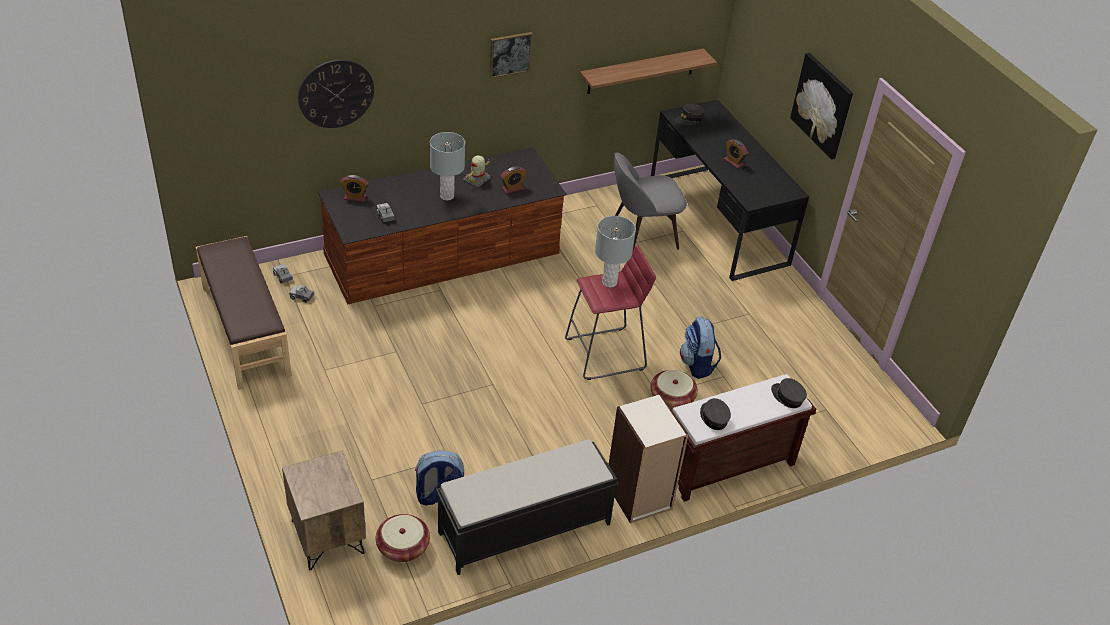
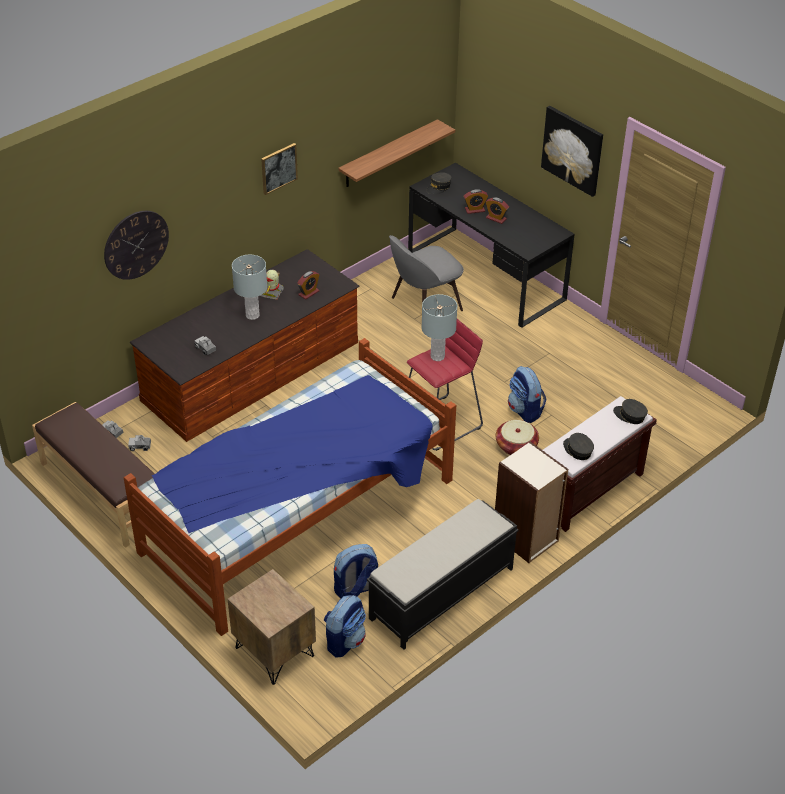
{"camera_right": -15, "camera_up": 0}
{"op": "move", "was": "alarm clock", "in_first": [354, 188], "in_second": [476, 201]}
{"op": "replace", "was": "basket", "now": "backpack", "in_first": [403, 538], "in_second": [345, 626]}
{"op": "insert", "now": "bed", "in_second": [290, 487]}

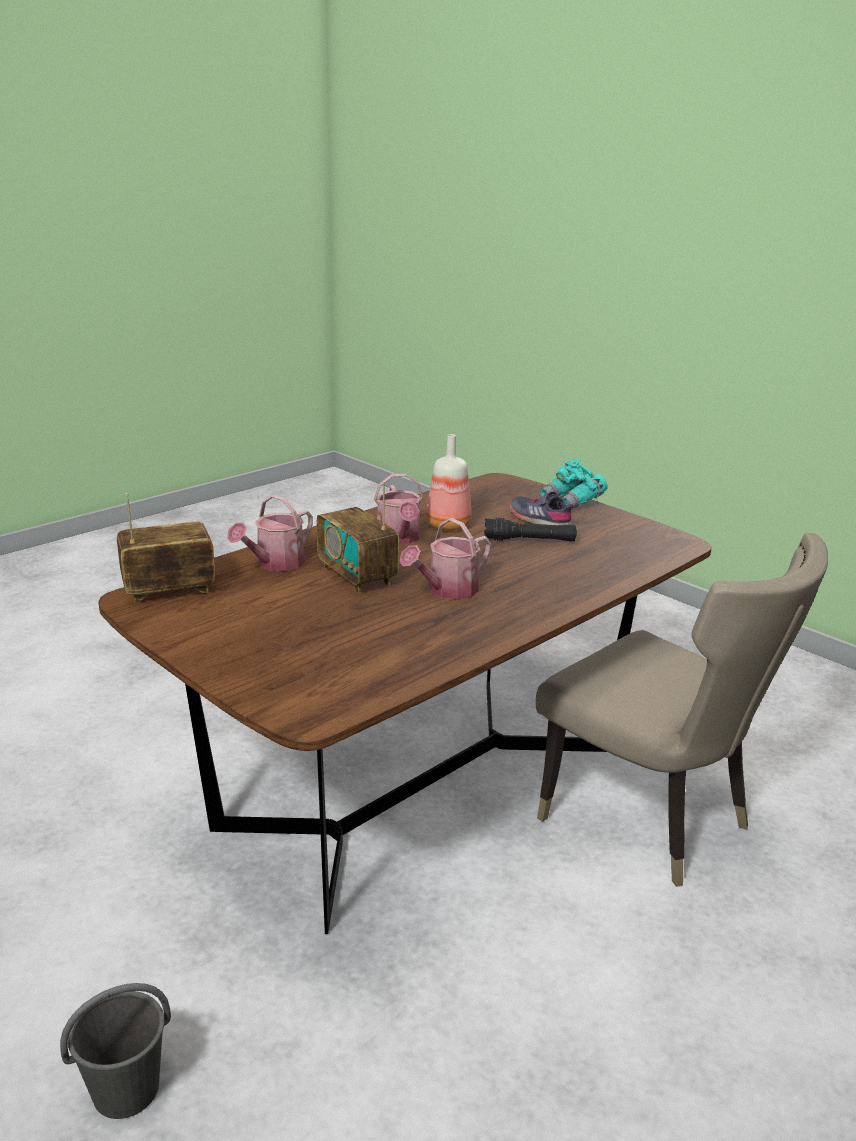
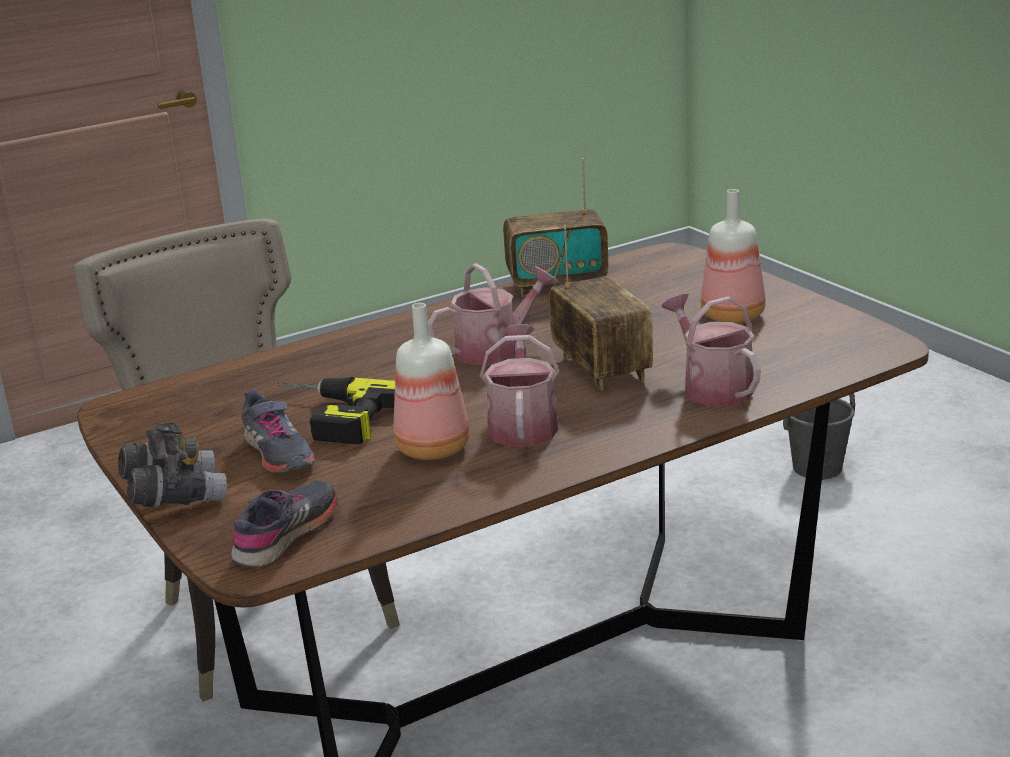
{"camera_right": -165, "camera_up": 0}
{"op": "move", "was": "radio", "in_first": [166, 548], "in_second": [556, 227]}
{"op": "rotate", "was": "watering can", "in_first": [270, 532], "in_second": [711, 350], "clockwise": -75}
{"op": "replace", "was": "black flashlight", "now": "power drill", "in_first": [530, 530], "in_second": [336, 410]}
{"op": "recolor", "was": "turquoise binoculars", "now": "grey binoculars", "in_first": [574, 484], "in_second": [172, 464]}
{"op": "insert", "now": "grey shoe", "in_second": [284, 524]}
{"op": "insert", "now": "bottle", "in_second": [733, 256]}

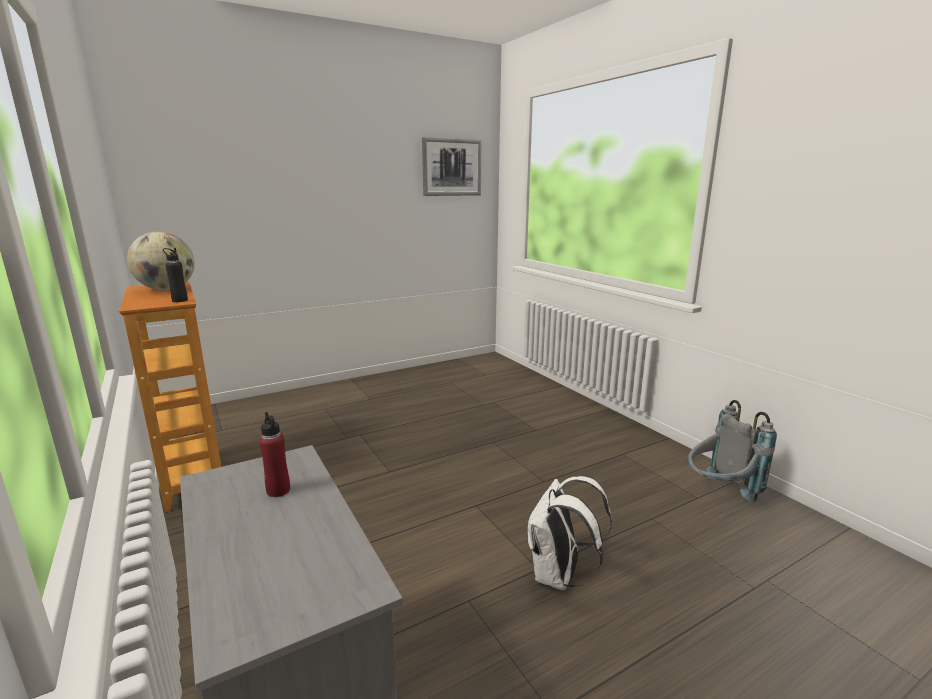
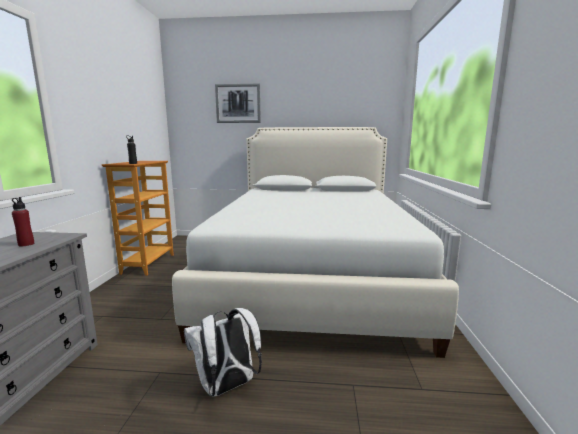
{"camera_right": 35, "camera_up": -5}
{"op": "delete", "was": "globe", "in_first": [161, 261]}
{"op": "move", "was": "picture", "in_first": [451, 166], "in_second": [238, 103]}
{"op": "delete", "was": "grey backpack", "in_first": [732, 451]}
{"op": "insert", "now": "white bed", "in_second": [315, 242]}

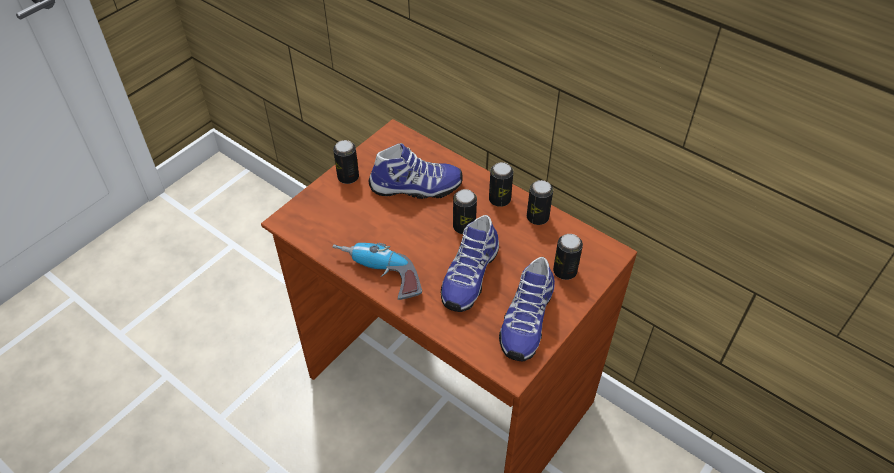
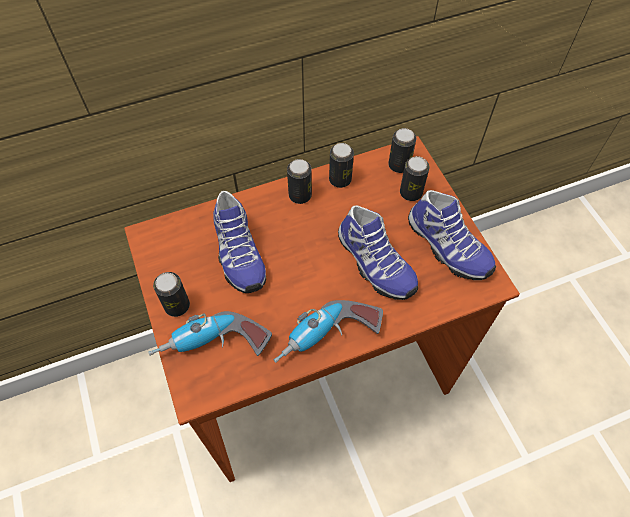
{"camera_right": -60, "camera_up": 10}
{"op": "rotate", "was": "shoe", "in_first": [416, 171], "in_second": [239, 242], "clockwise": 135}
{"op": "move", "was": "can", "in_first": [465, 211], "in_second": [402, 150]}
{"op": "insert", "now": "power drill", "in_second": [210, 333]}

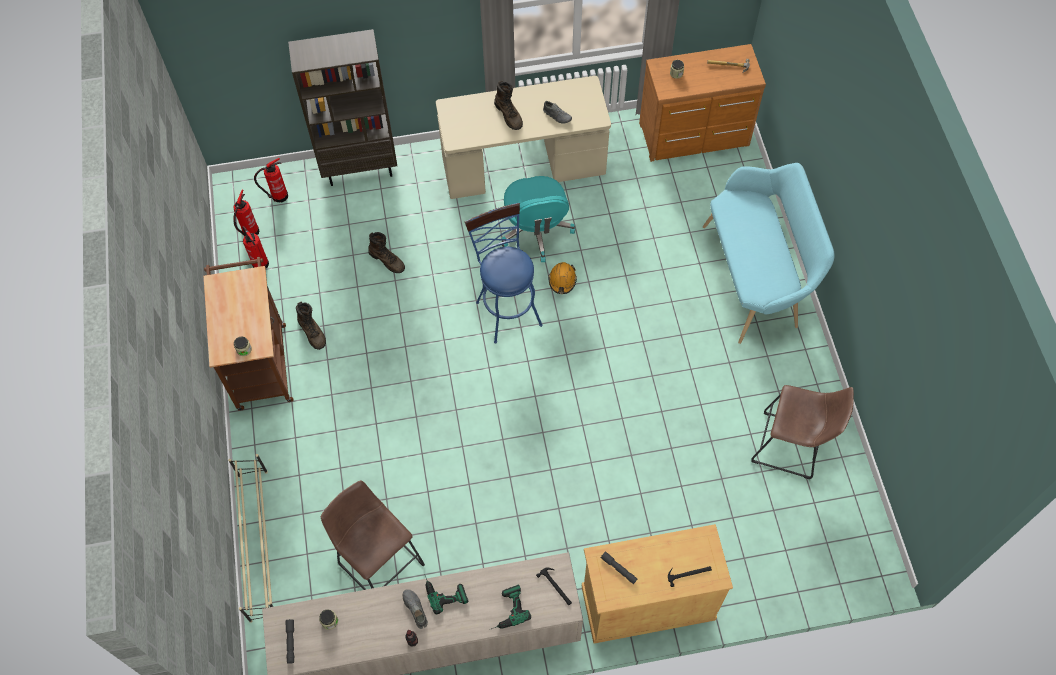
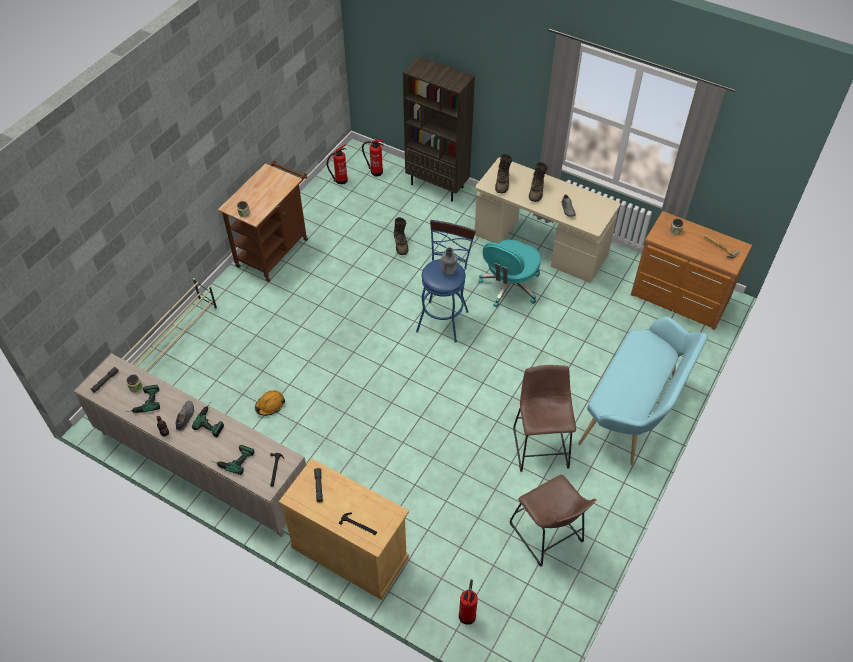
{"camera_right": 40, "camera_up": -10}
{"op": "move", "was": "fire extinguisher", "in_first": [255, 247], "in_second": [468, 601]}
{"op": "move", "was": "brown boot", "in_first": [311, 326], "in_second": [503, 173]}
{"op": "move", "was": "brown stool", "in_first": [373, 535], "in_second": [544, 418]}
{"op": "move", "was": "orange hard hat", "in_first": [563, 278], "in_second": [270, 403]}
{"op": "insert", "now": "power drill", "in_second": [143, 399]}
{"op": "insert", "now": "grey bottle", "in_second": [449, 261]}

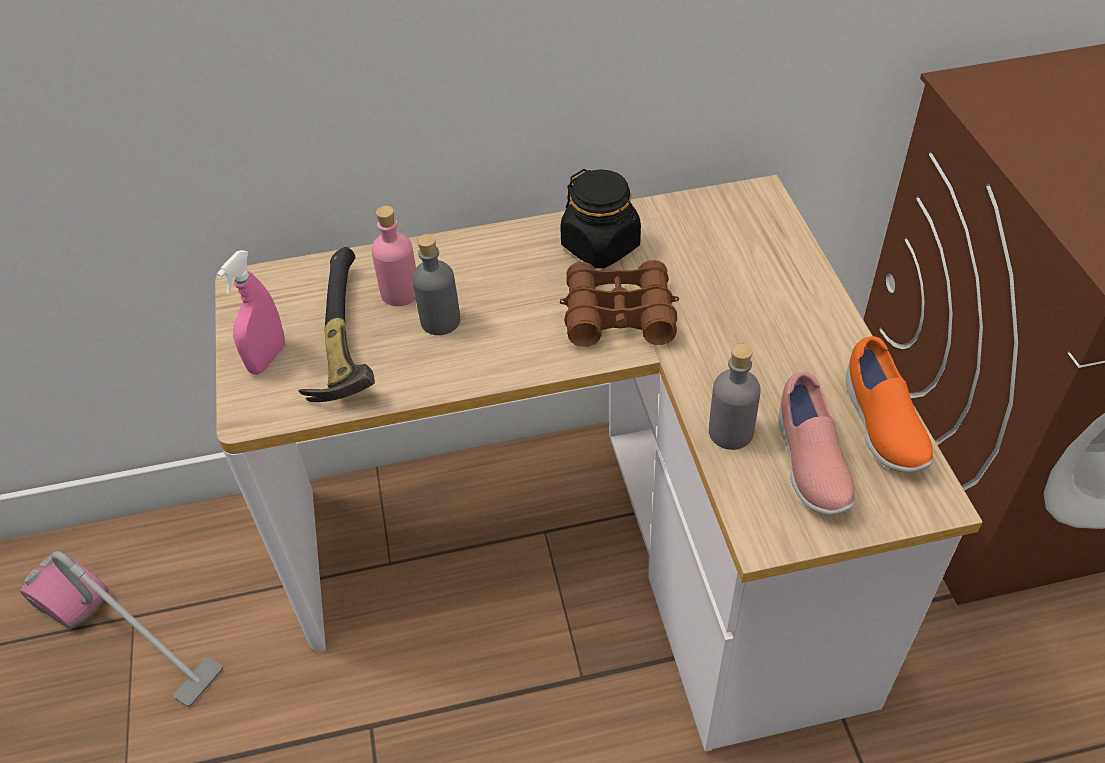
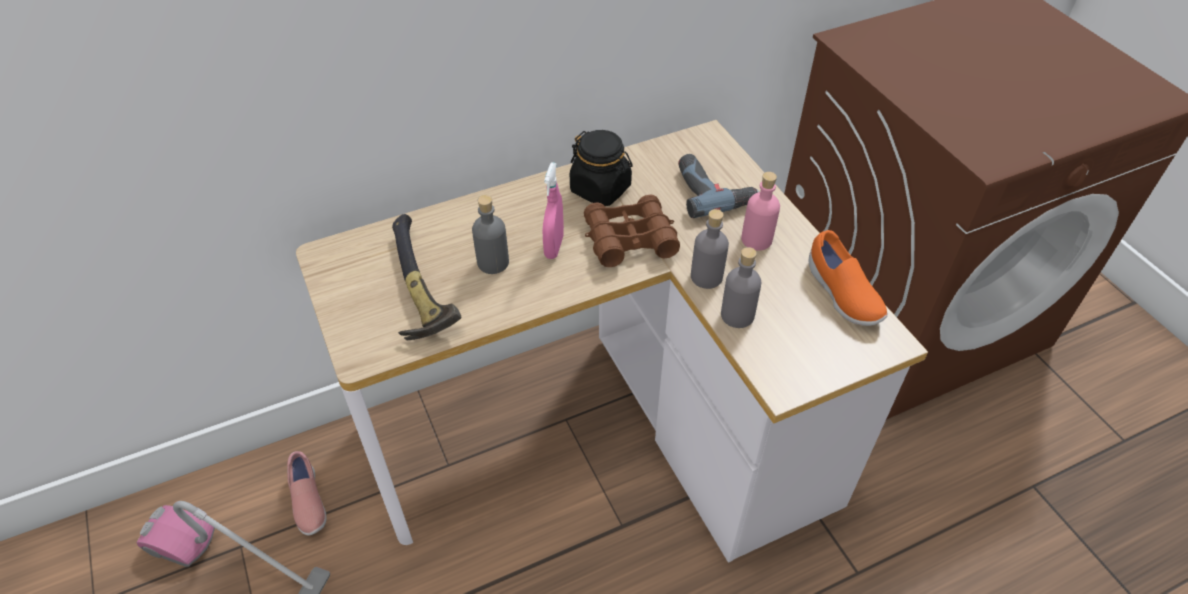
{"camera_right": -15, "camera_up": 0}
{"op": "move", "was": "pink spray bottle", "in_first": [250, 312], "in_second": [553, 210]}
{"op": "move", "was": "pink bottle", "in_first": [393, 256], "in_second": [760, 211]}
{"op": "move", "was": "pink shoe", "in_first": [817, 444], "in_second": [307, 493]}
{"op": "insert", "now": "power drill", "in_second": [718, 186]}
{"op": "insert", "now": "grey bottle", "in_second": [710, 249]}

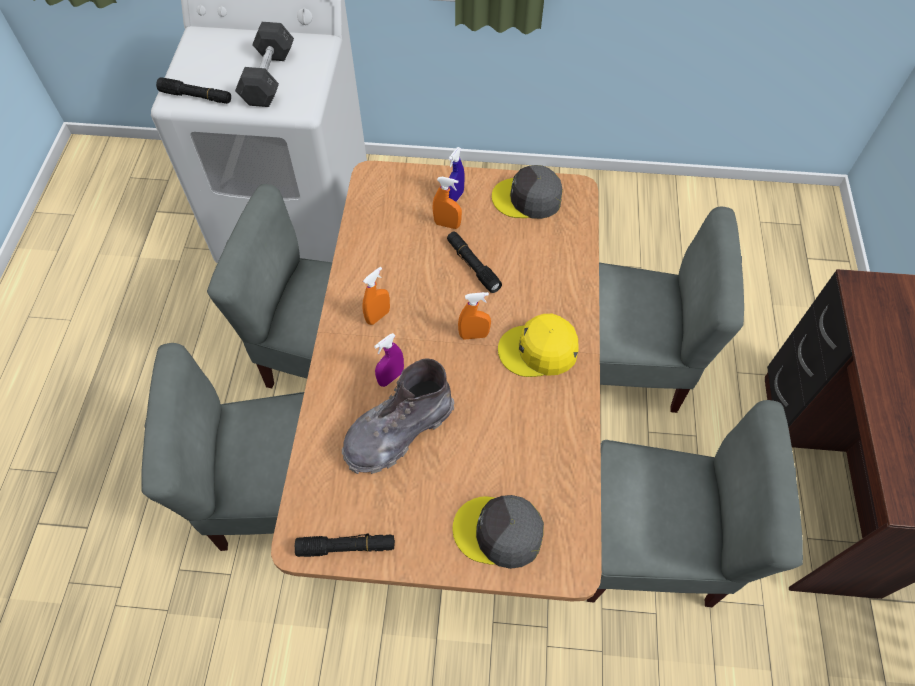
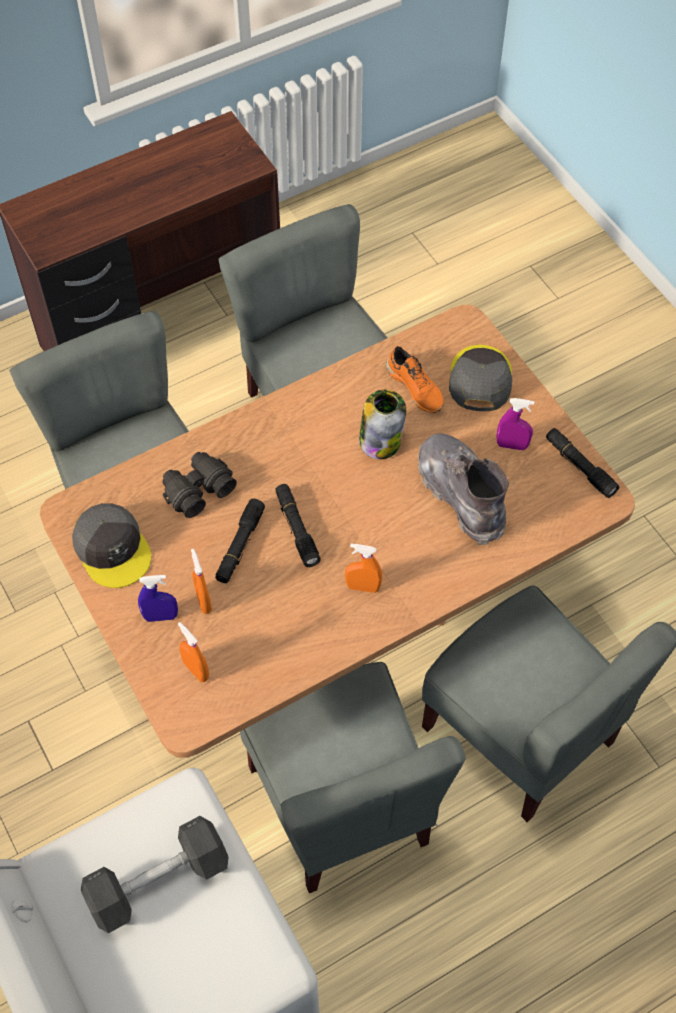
{"camera_right": -125, "camera_up": 0}
{"op": "move", "was": "black flashlight", "in_first": [193, 90], "in_second": [297, 525]}
{"op": "rotate", "was": "grey boot", "in_first": [398, 416], "in_second": [463, 489], "clockwise": -135}
{"op": "move", "was": "purple spray bottle", "in_first": [389, 360], "in_second": [515, 424]}
{"op": "rotate", "was": "grey cap", "in_first": [498, 532], "in_second": [480, 378], "clockwise": -150}
{"op": "move", "was": "orange spray bottle", "in_first": [474, 315], "in_second": [193, 652]}
{"op": "delete", "was": "yellow cap", "in_first": [538, 345]}
{"op": "insert", "now": "black binoculars", "in_second": [199, 485]}
{"op": "insert", "now": "jar", "in_second": [382, 424]}
{"op": "insert", "now": "orange shoe", "in_second": [415, 379]}

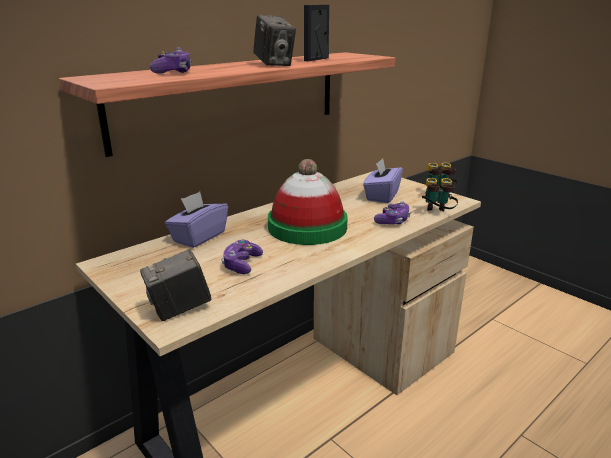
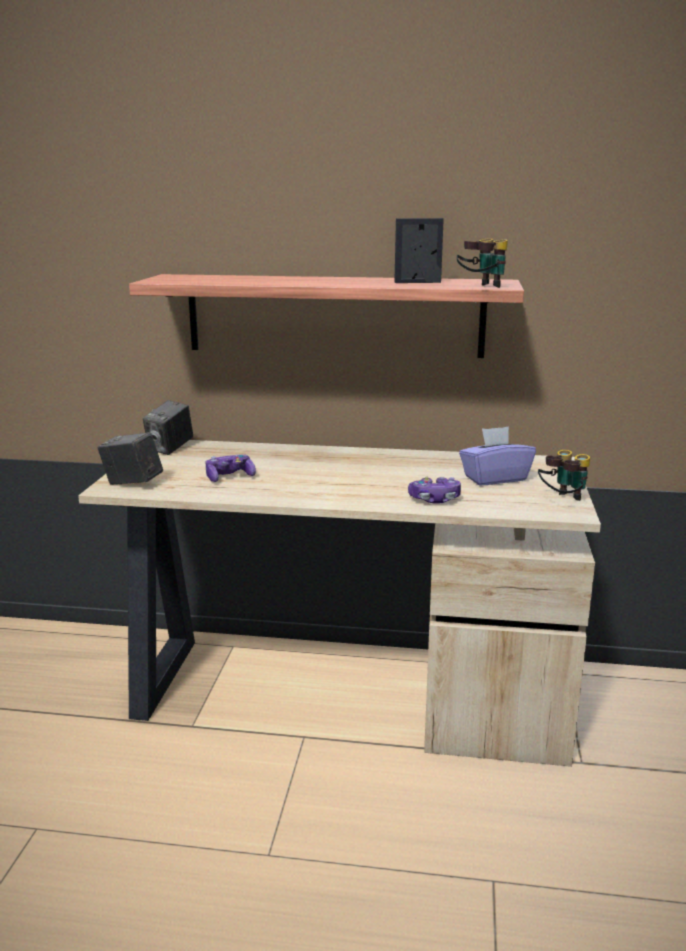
{"camera_right": 50, "camera_up": -5}
{"op": "delete", "was": "game controller", "in_first": [171, 60]}
{"op": "delete", "was": "purple tissue box", "in_first": [196, 219]}
{"op": "move", "was": "photo camera", "in_first": [274, 40], "in_second": [168, 427]}
{"op": "delete", "was": "hat", "in_first": [308, 202]}
{"op": "move", "was": "binoculars", "in_first": [440, 194], "in_second": [482, 263]}

